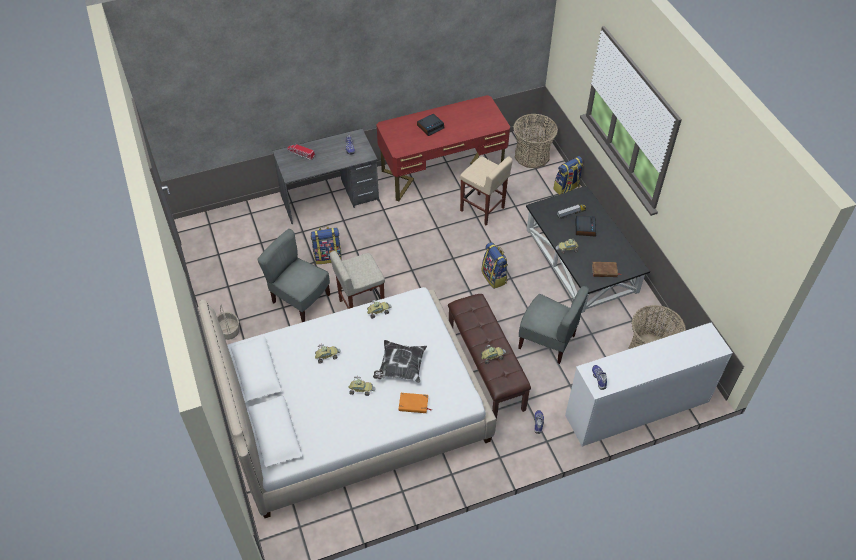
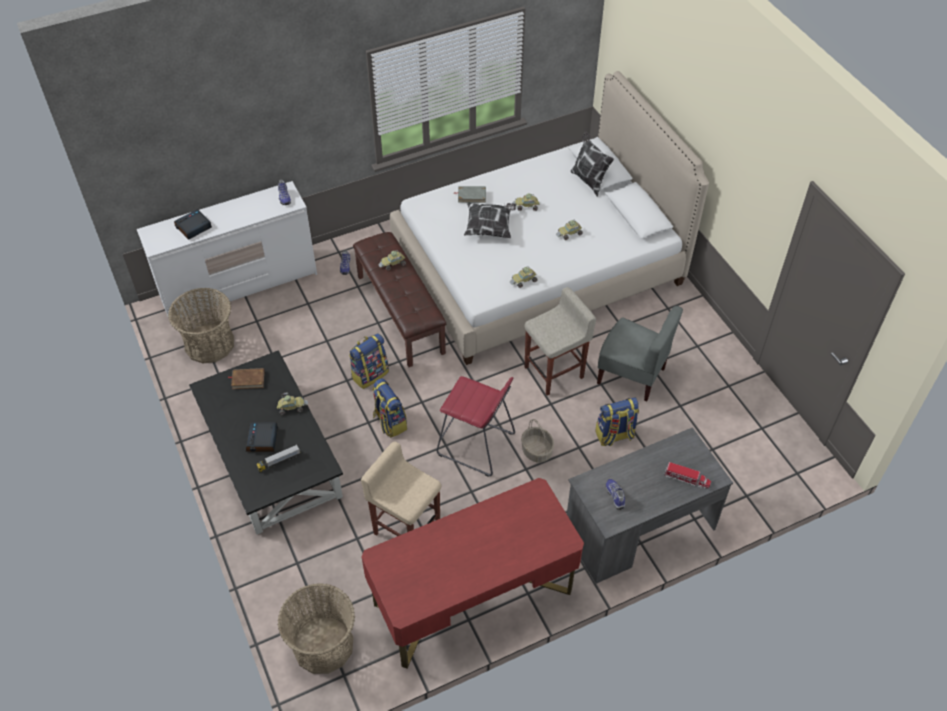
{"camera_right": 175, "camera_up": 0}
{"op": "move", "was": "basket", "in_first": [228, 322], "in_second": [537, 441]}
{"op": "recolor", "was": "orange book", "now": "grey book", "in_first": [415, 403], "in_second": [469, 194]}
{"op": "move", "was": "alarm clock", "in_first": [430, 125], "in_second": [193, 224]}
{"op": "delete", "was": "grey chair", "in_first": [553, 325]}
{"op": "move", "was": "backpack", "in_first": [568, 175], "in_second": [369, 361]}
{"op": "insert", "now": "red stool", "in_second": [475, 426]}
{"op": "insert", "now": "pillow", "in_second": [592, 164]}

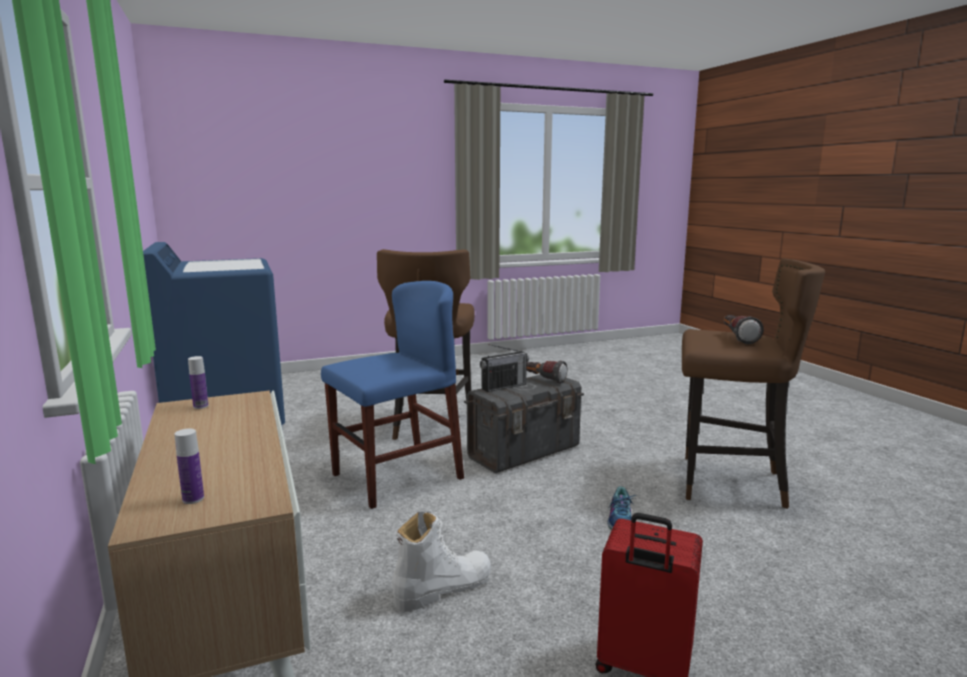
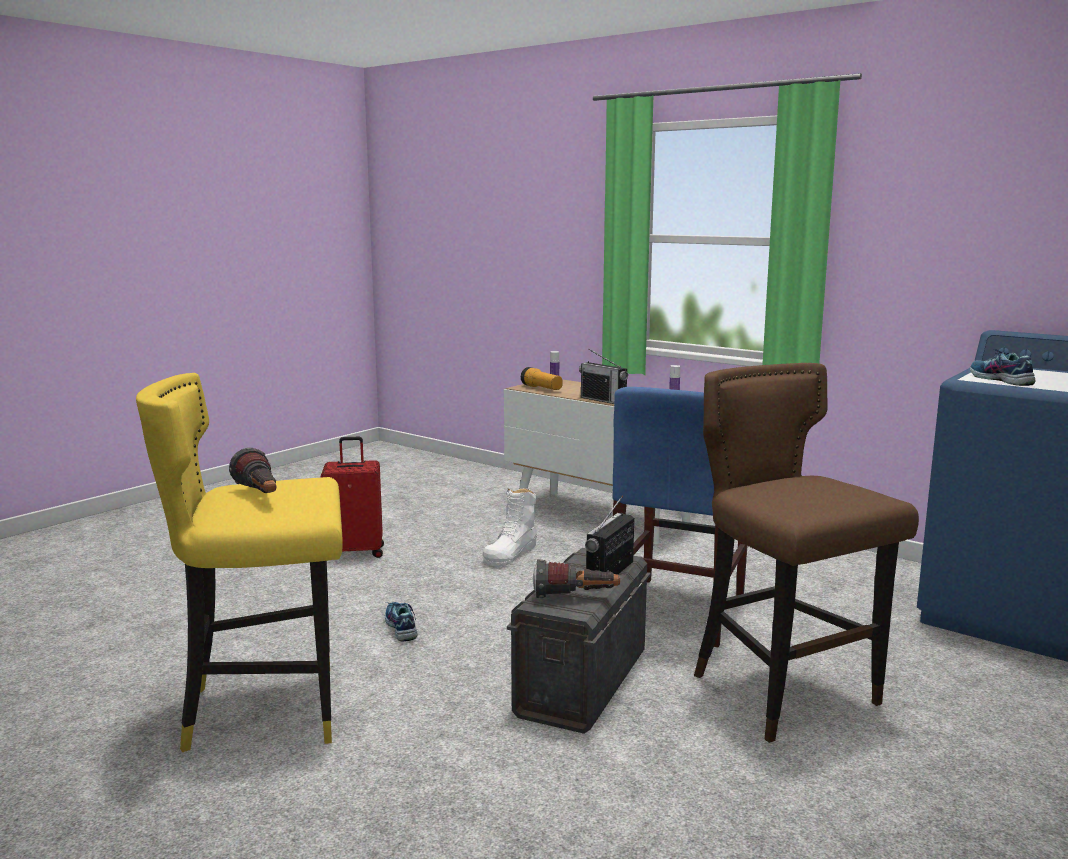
{"camera_right": 150, "camera_up": 0}
{"op": "recolor", "was": "brown stool", "now": "yellow stool", "in_first": [753, 383], "in_second": [239, 562]}
{"op": "insert", "now": "flashlight", "in_second": [542, 378]}
{"op": "insert", "now": "radio", "in_second": [603, 376]}
{"op": "insert", "now": "shoe", "in_second": [1002, 367]}

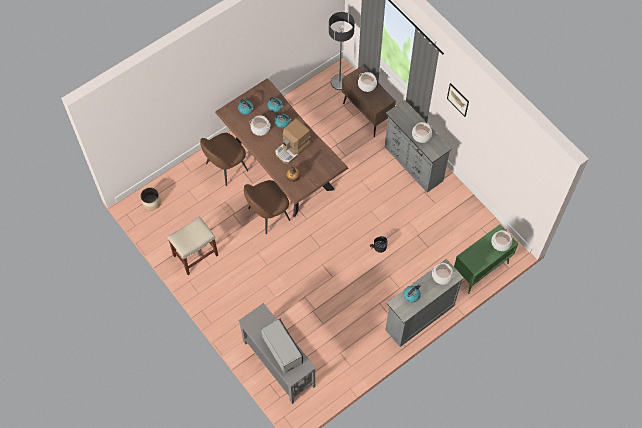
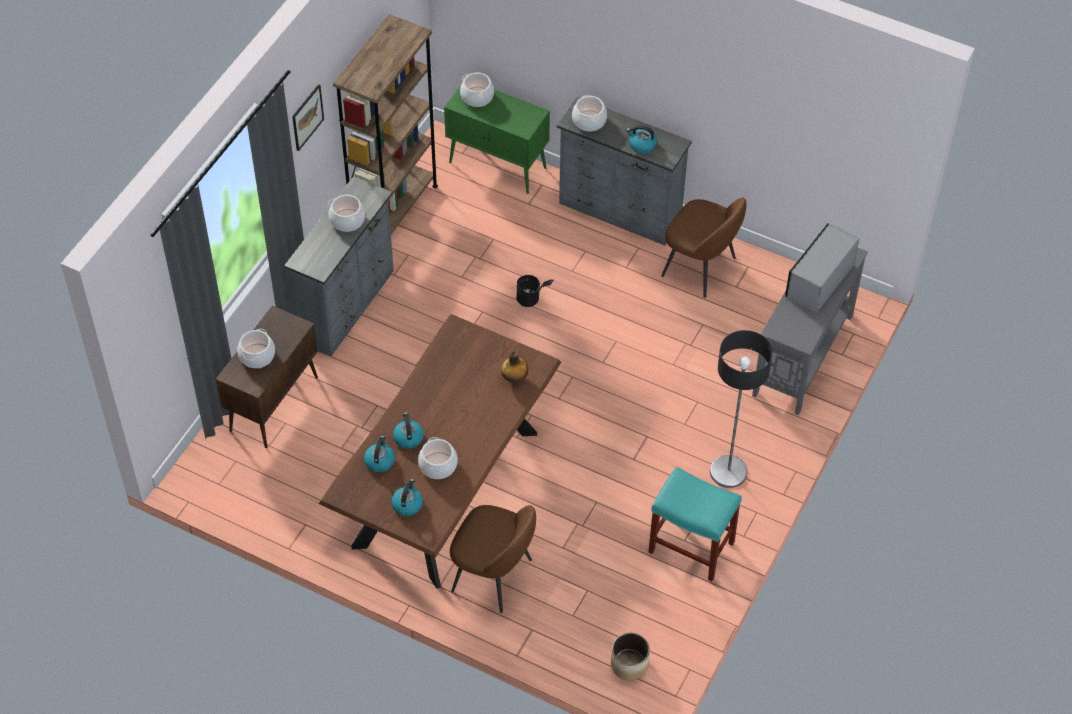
{"camera_right": -115, "camera_up": -10}
{"op": "recolor", "was": "beige stool", "now": "turquoise stool", "in_first": [193, 245], "in_second": [695, 524]}
{"op": "move", "was": "brown chair", "in_first": [267, 207], "in_second": [704, 247]}
{"op": "delete", "was": "coffee machine", "in_first": [293, 141]}
{"op": "move", "was": "floor lamp", "in_first": [342, 51], "in_second": [741, 409]}
{"op": "insert", "now": "brown bookcase", "in_second": [385, 124]}

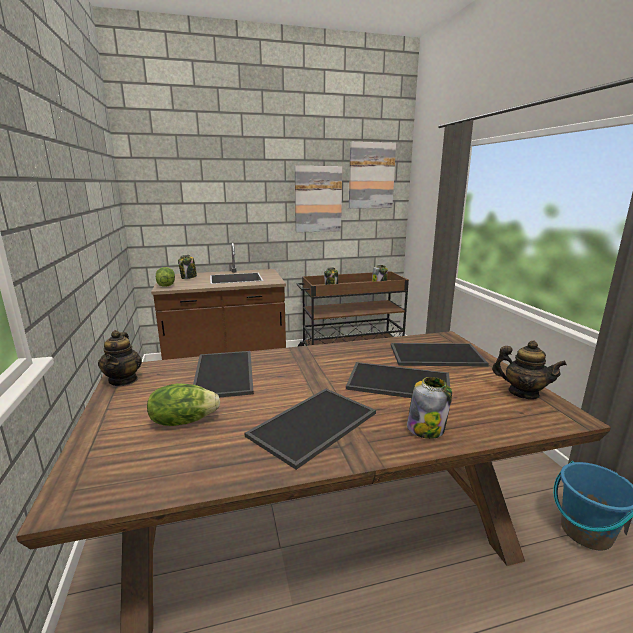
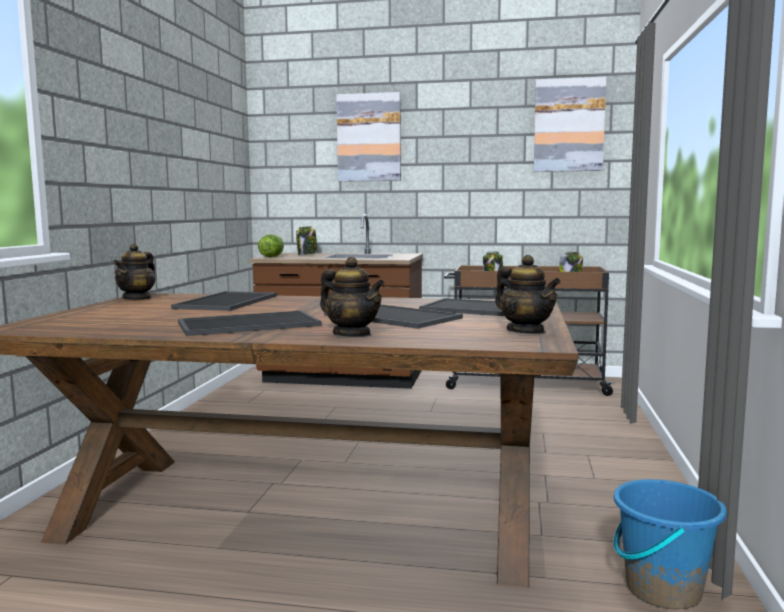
{"camera_right": 25, "camera_up": -10}
{"op": "delete", "was": "lettuce", "in_first": [183, 404]}
{"op": "move", "was": "picture", "in_first": [318, 199], "in_second": [368, 137]}
{"op": "replace", "was": "jar", "now": "teapot", "in_first": [429, 408], "in_second": [352, 297]}

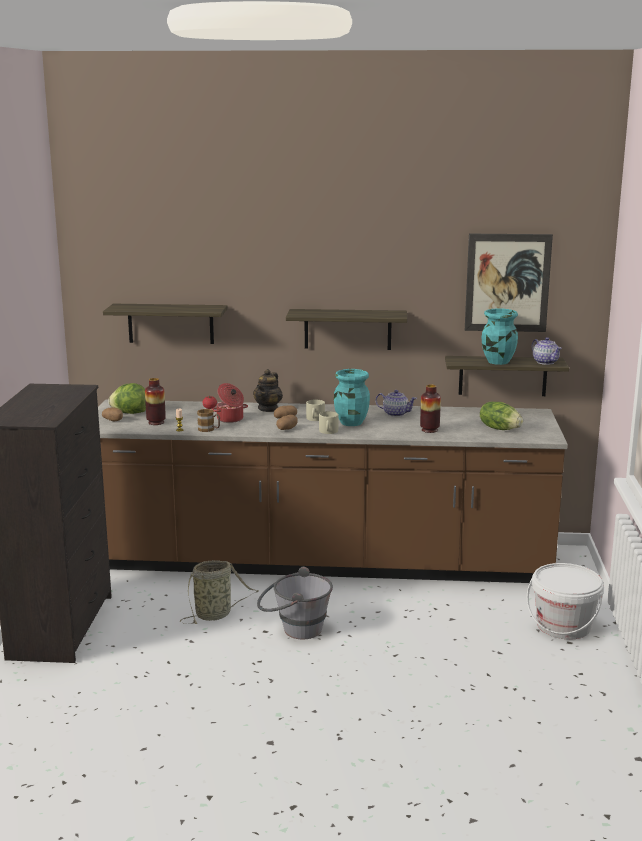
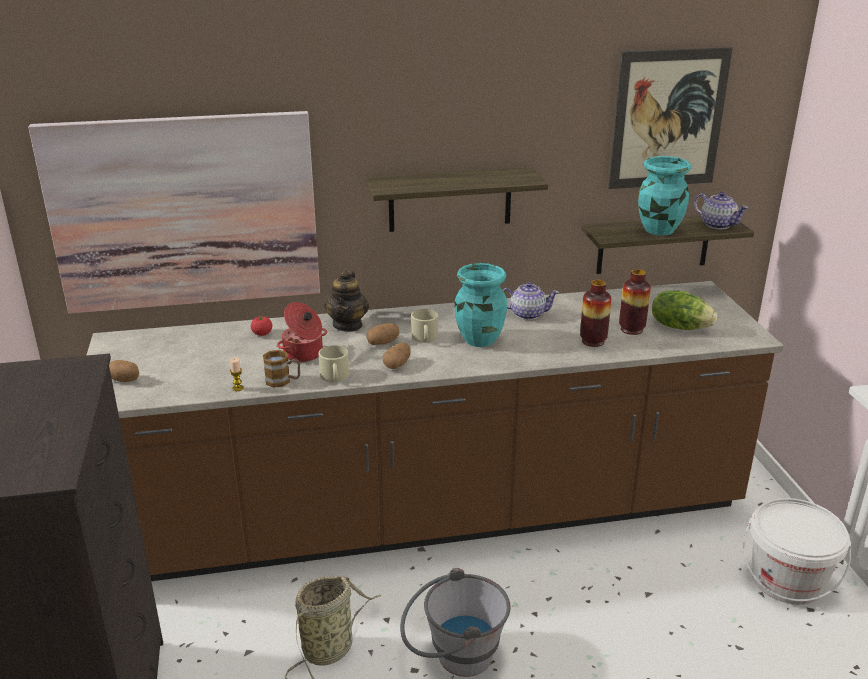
{"camera_right": -15, "camera_up": 10}
{"op": "replace", "was": "shelf", "now": "picture", "in_first": [165, 324], "in_second": [174, 212]}
{"op": "delete", "was": "lettuce", "in_first": [127, 398]}
{"op": "move", "was": "vase", "in_first": [155, 401], "in_second": [635, 302]}
{"op": "move", "was": "beige mug", "in_first": [329, 422], "in_second": [333, 363]}

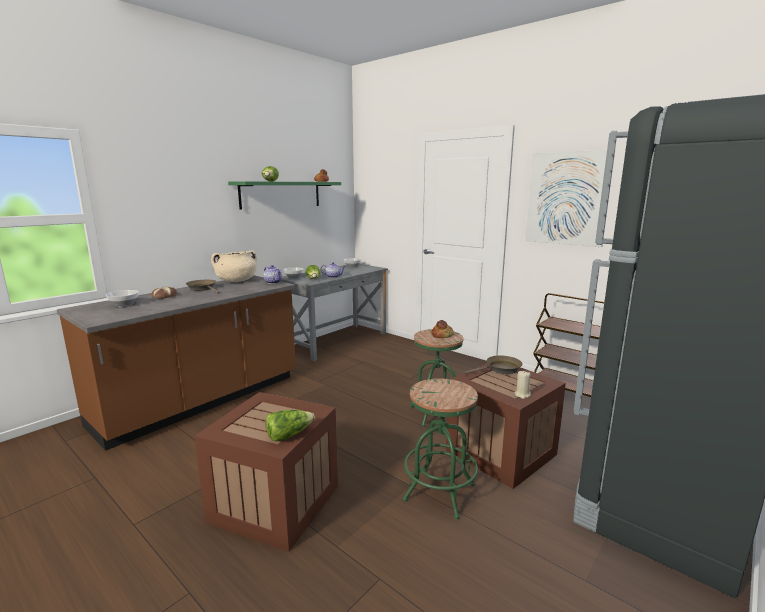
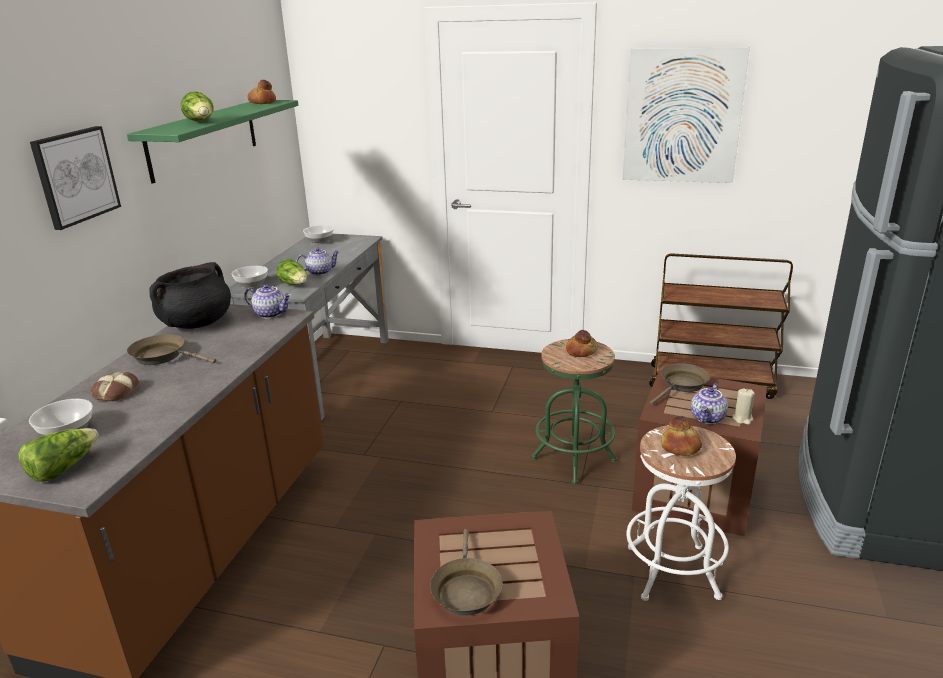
{"camera_right": -25, "camera_up": 10}
{"op": "recolor", "was": "beige cooking pot", "now": "black cooking pot", "in_first": [234, 266], "in_second": [190, 295]}
{"op": "move", "was": "lettuce", "in_first": [290, 426], "in_second": [58, 455]}
{"op": "recolor", "was": "green stool", "now": "white stool", "in_first": [440, 449], "in_second": [681, 513]}
{"op": "insert", "now": "picture", "in_second": [75, 178]}
{"op": "insert", "now": "brown frying pan", "in_second": [466, 572]}
{"op": "insert", "now": "bread", "in_second": [681, 436]}
{"op": "insert", "now": "teapot", "in_second": [709, 403]}

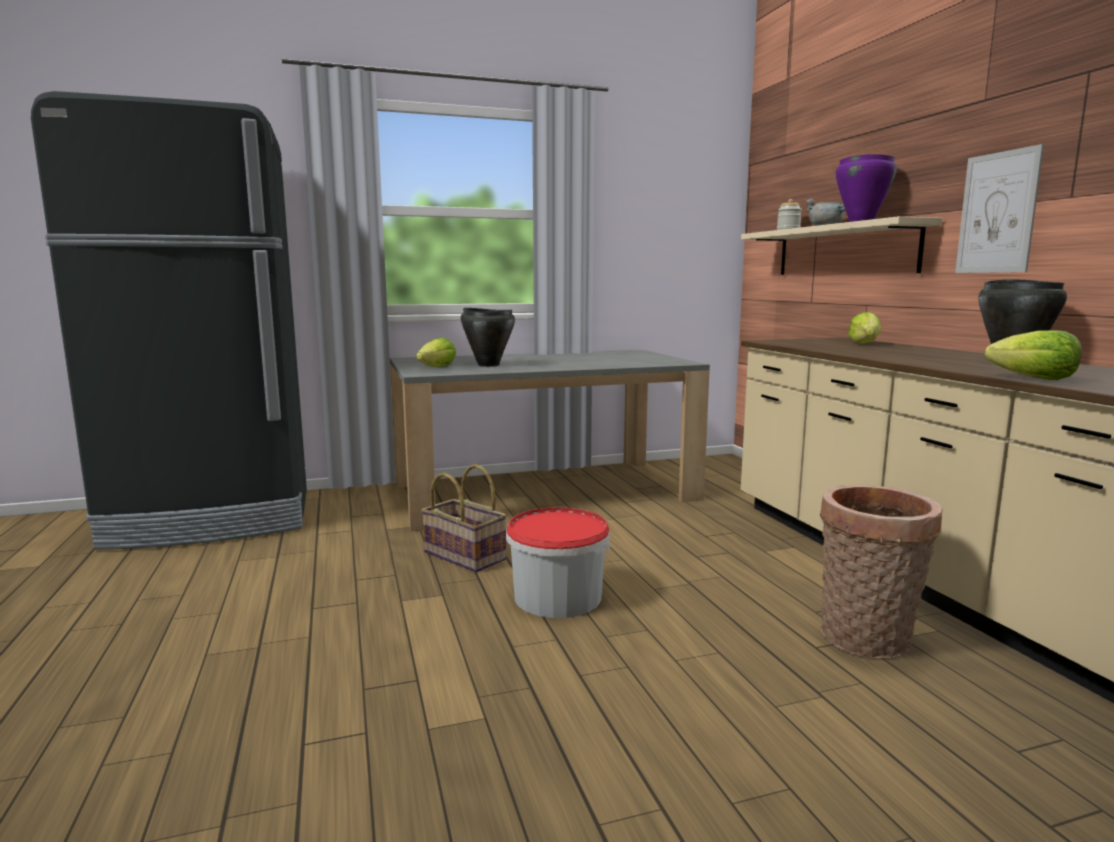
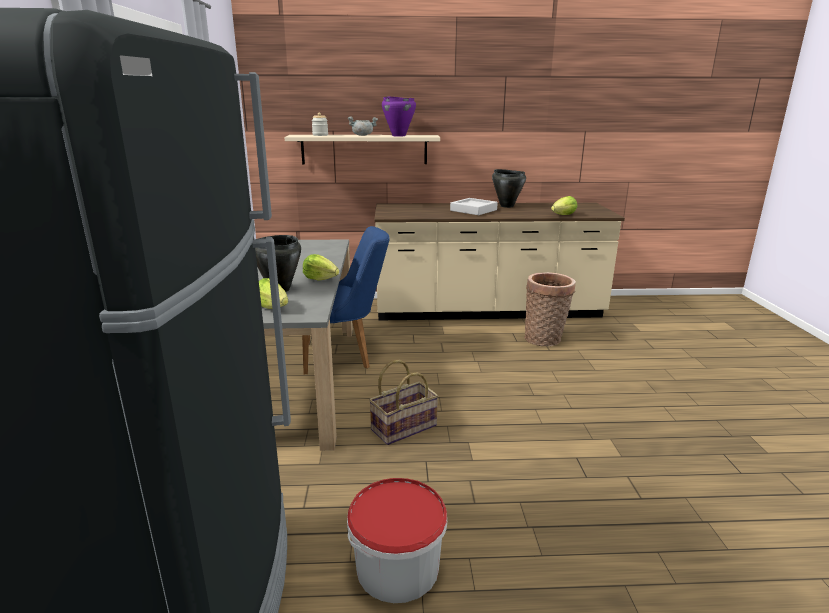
{"camera_right": -75, "camera_up": 10}
{"op": "move", "was": "bucket", "in_first": [558, 562], "in_second": [397, 540]}
{"op": "move", "was": "lettuce", "in_first": [865, 328], "in_second": [321, 267]}
{"op": "delete", "was": "picture", "in_first": [999, 208]}
{"op": "insert", "now": "blue chair", "in_second": [346, 300]}
{"op": "insert", "now": "grey tray", "in_second": [474, 206]}

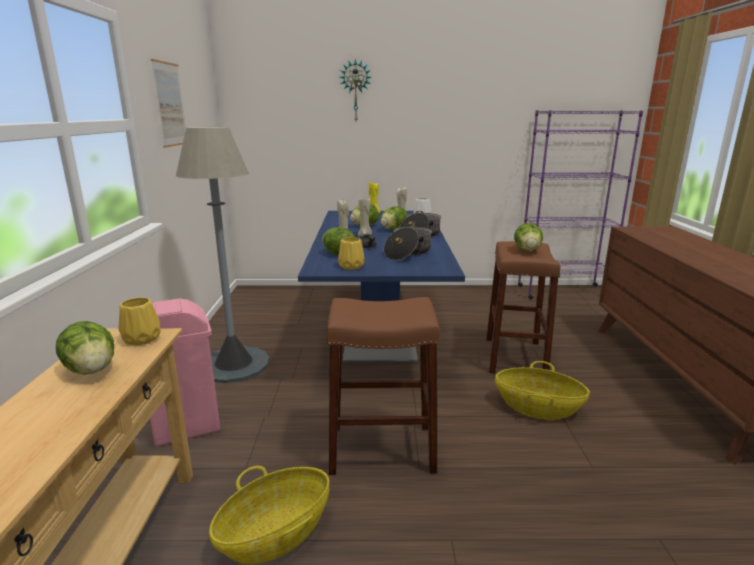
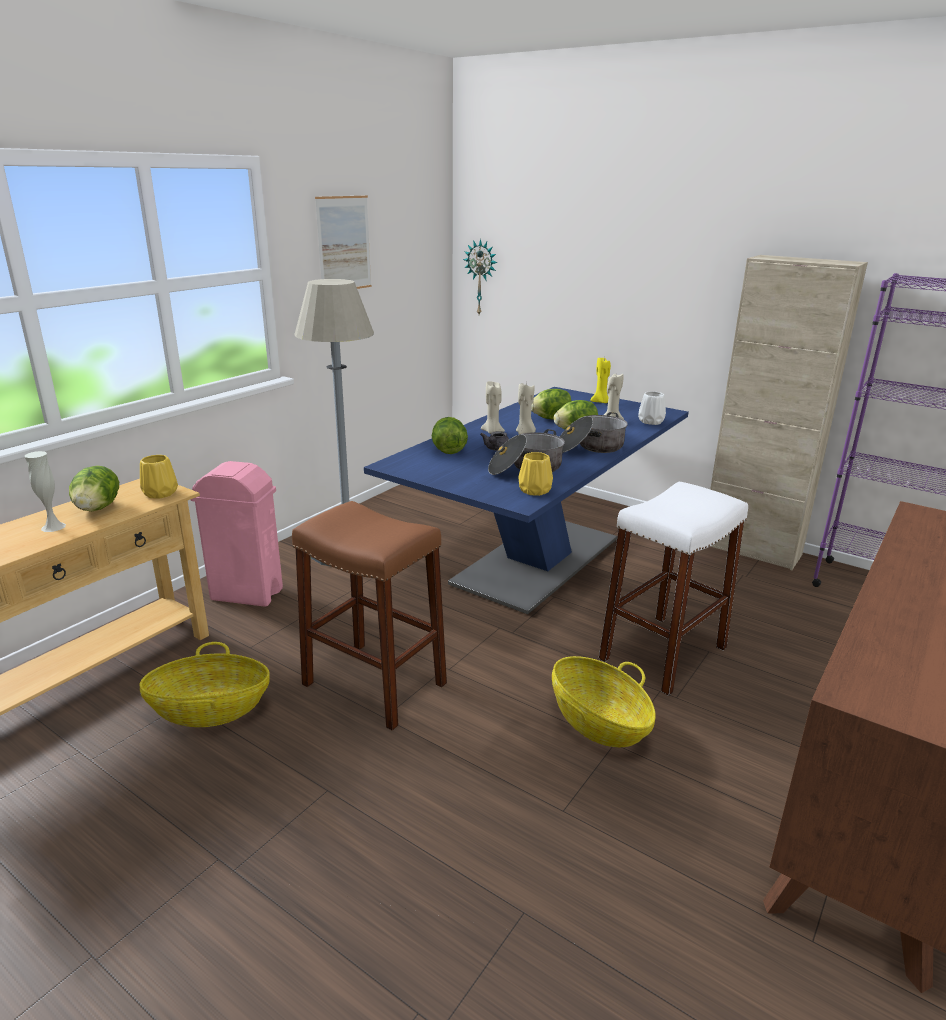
{"camera_right": 35, "camera_up": 5}
{"op": "move", "was": "yellow vase", "in_first": [351, 253], "in_second": [535, 474]}
{"op": "move", "was": "wall clock", "in_first": [355, 90], "in_second": [480, 276]}
{"op": "recolor", "was": "brown stool", "now": "white stool", "in_first": [523, 307], "in_second": [673, 589]}
{"op": "delete", "was": "lettuce", "in_first": [528, 237]}
{"op": "insert", "now": "white vase", "in_second": [45, 491]}
{"op": "insert", "now": "beige cabinet", "in_second": [789, 412]}

